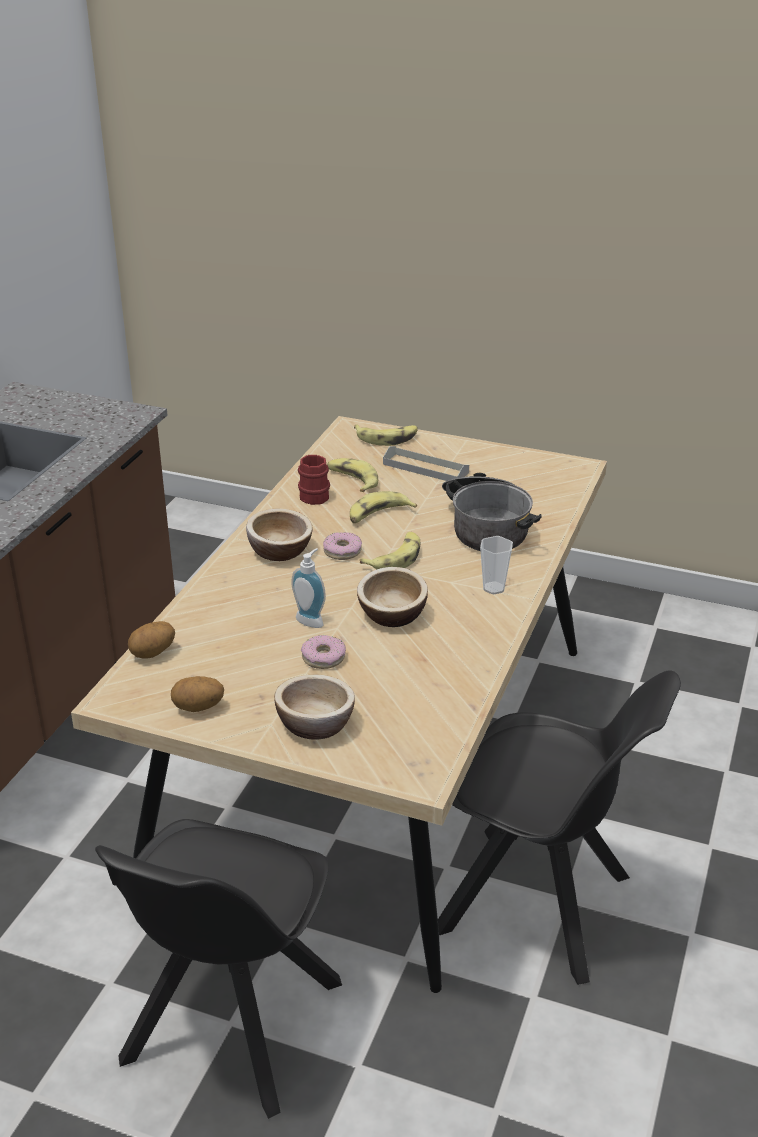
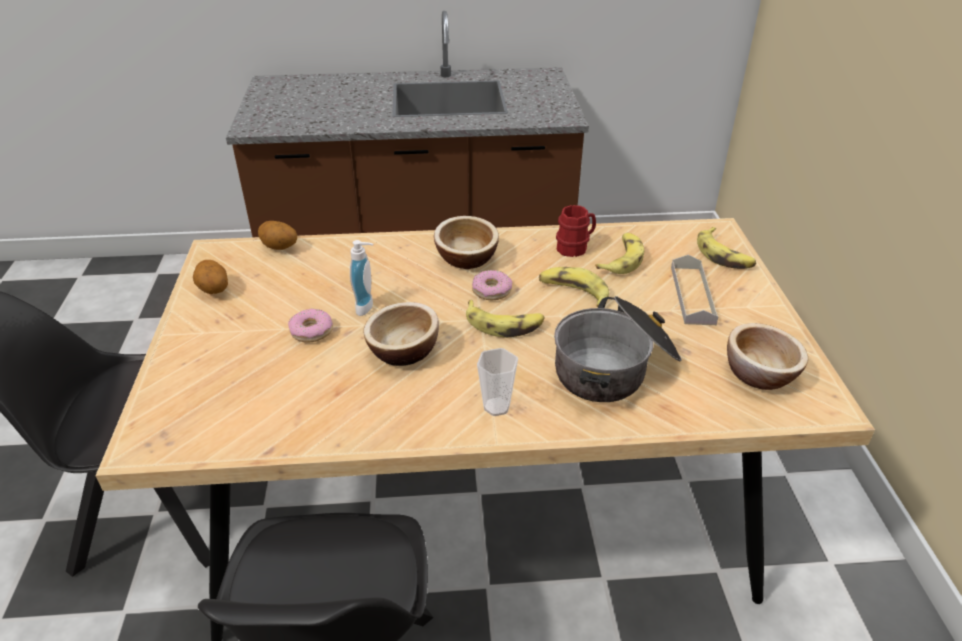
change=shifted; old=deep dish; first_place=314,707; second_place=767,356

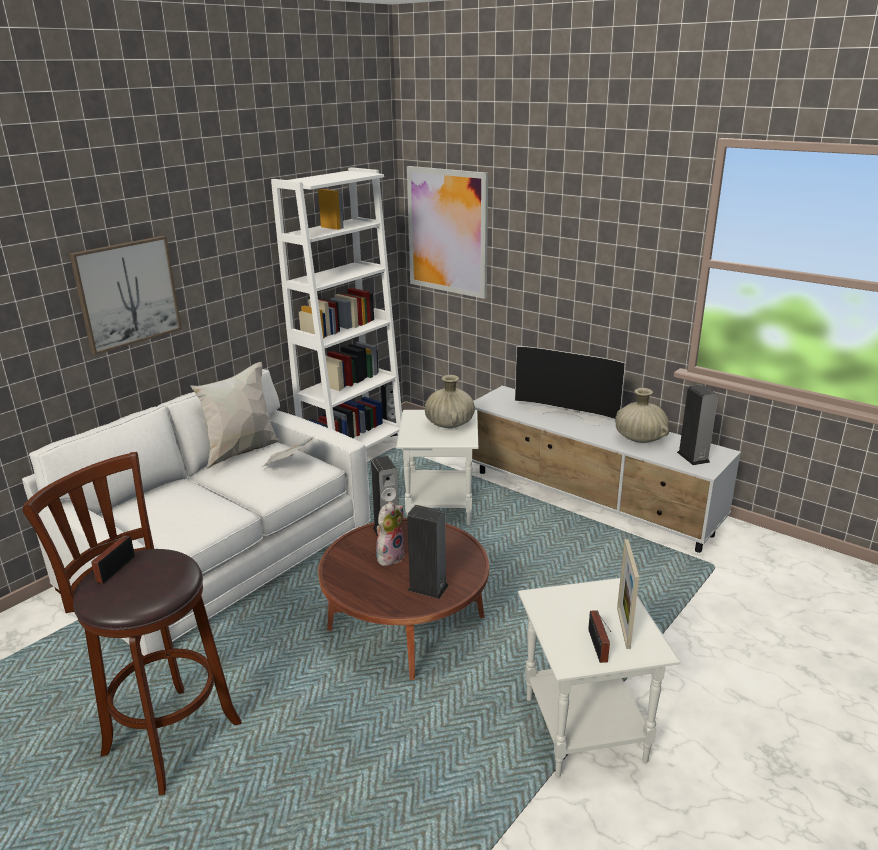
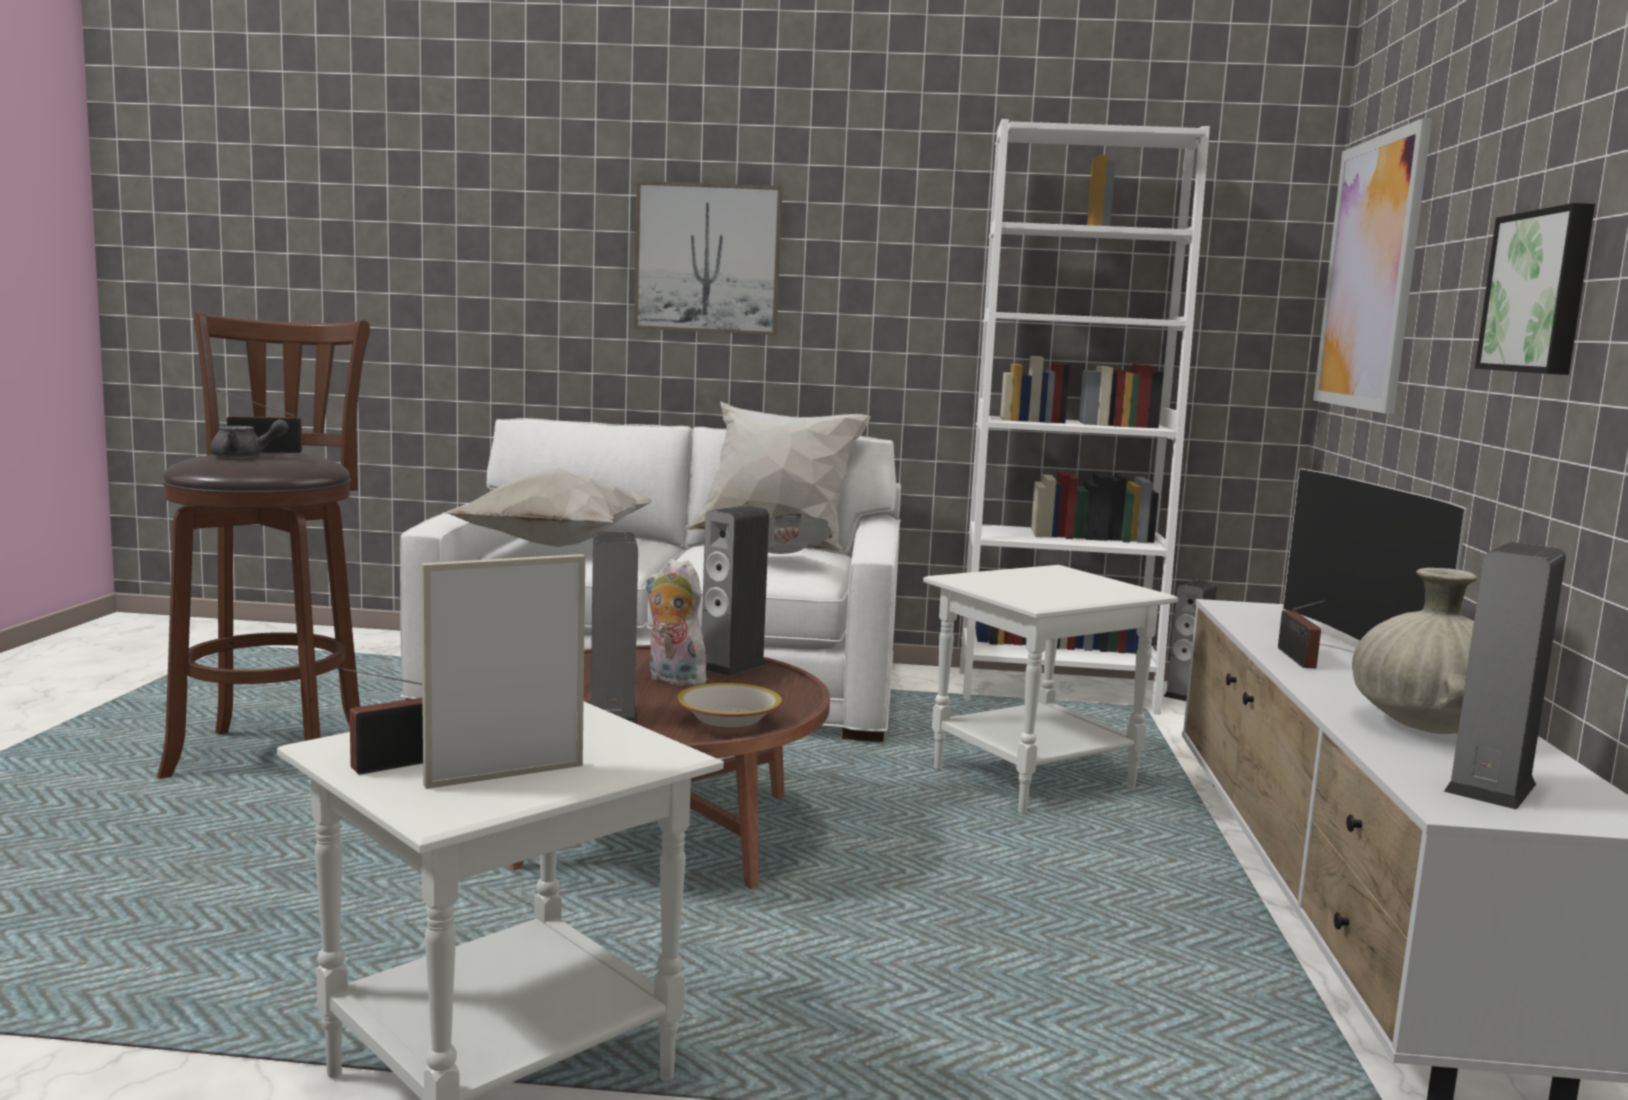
change=gone; old=vase/sand-coloured; first_place=450,401
change=new; new=pot for tea/gray; second_place=249,438
change=new; new=throw pillow/whitish; second_place=548,507
change=new; new=deep dish; second_place=729,705
change=new; new=radio set; second_place=1302,634
change=new; new=wall picture; second_place=1535,289
change=rotated; old=soft toy; first_place=390,534; second_place=675,622; degrees=-150

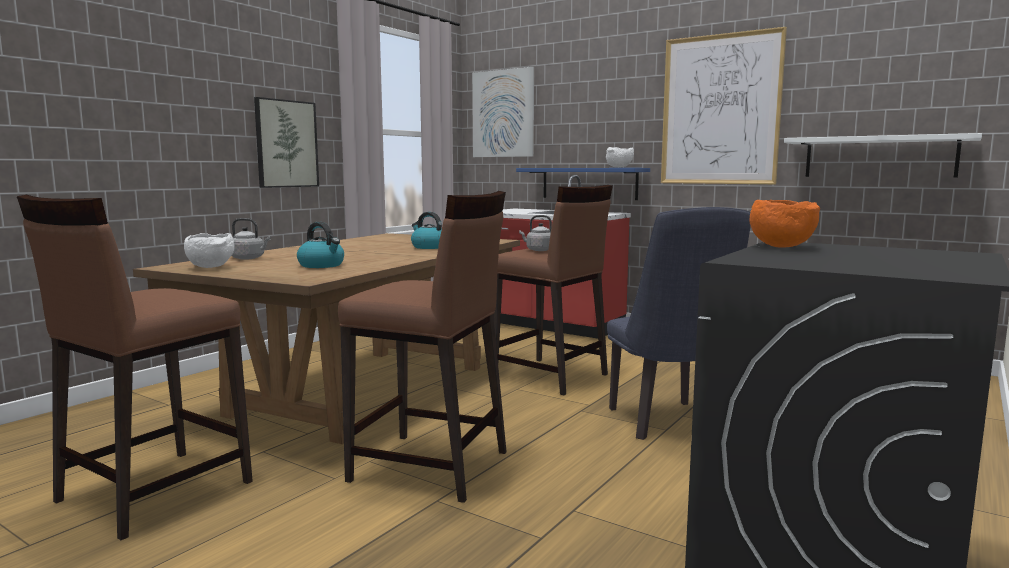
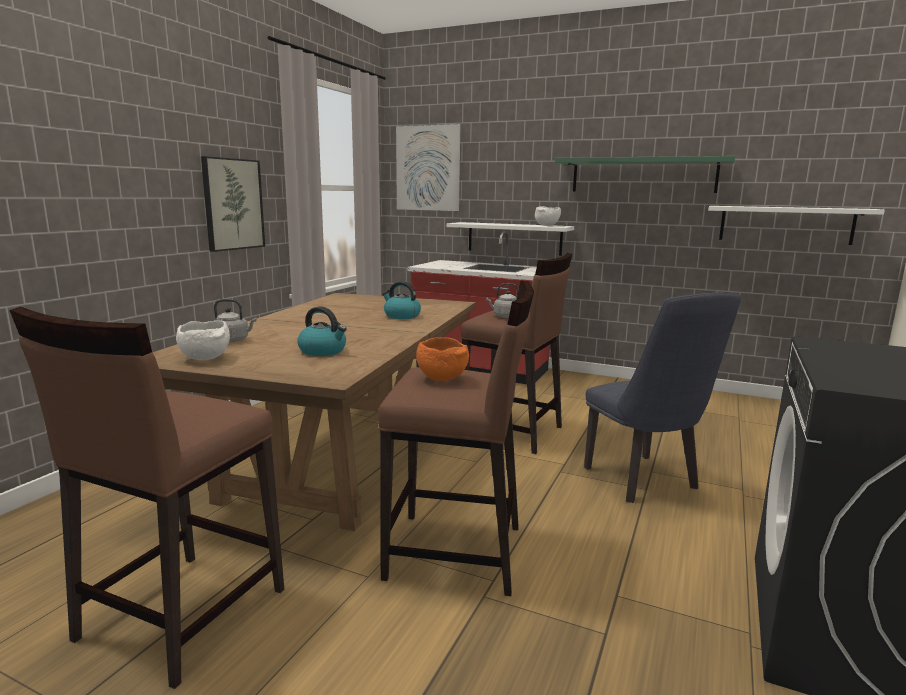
change=shifted; old=deep dish/orangey; first_place=785,224; second_place=442,359
change=swapped; old=wall picture; new=bracket shelf/greenish; first_place=724,105; second_place=645,174
change=repainted; old=bracket shelf/blue-coloured; new=bracket shelf/whitish; first_place=583,184; second_place=510,239

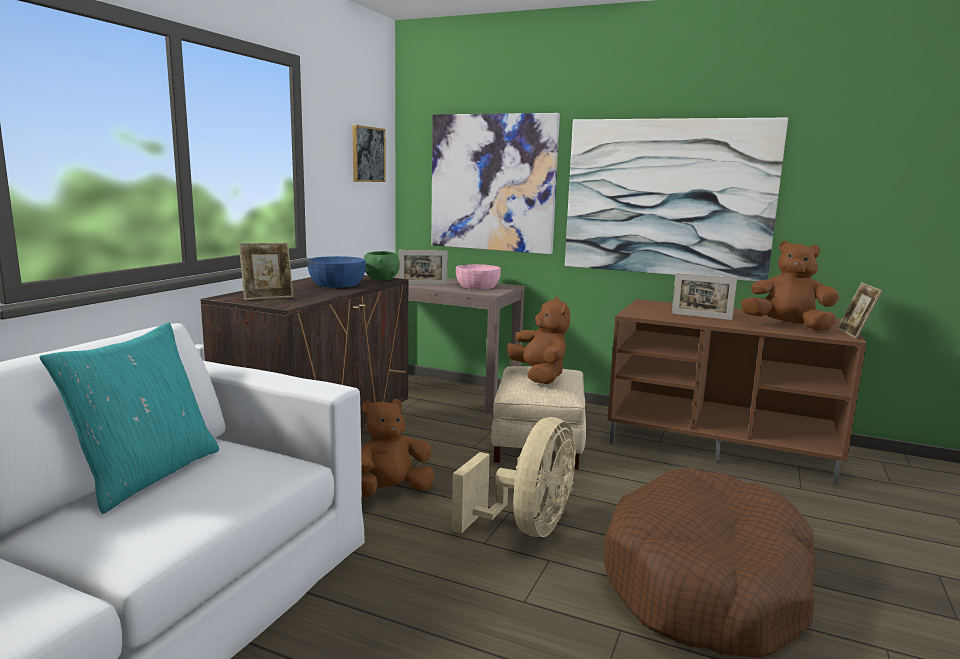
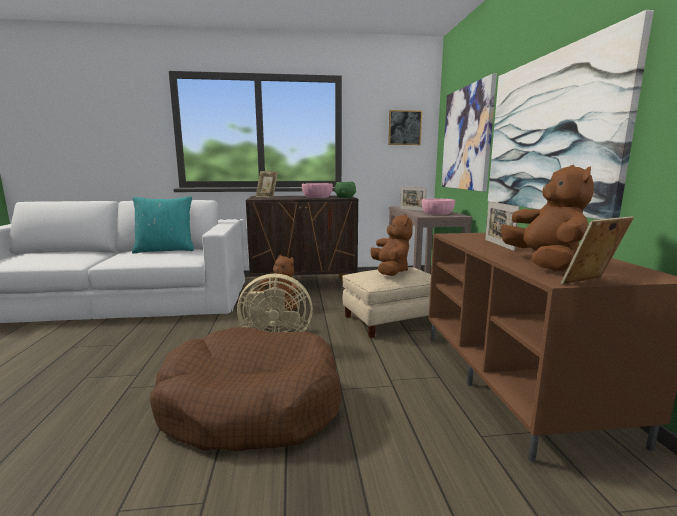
change=repainted; old=deep dish/blue-coloured; new=deep dish/pinkish; first_place=336,272; second_place=317,190
change=rotated; old=soft toy/brown; first_place=538,340; second_place=391,245; degrees=-45

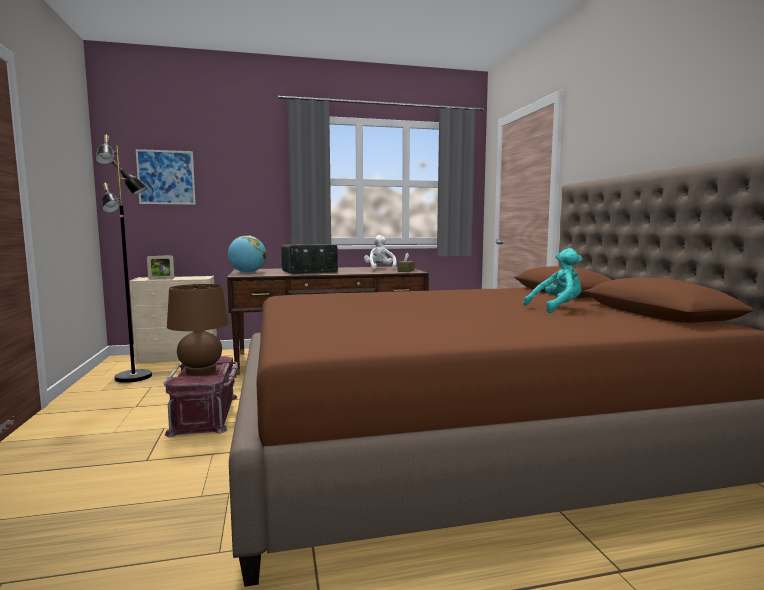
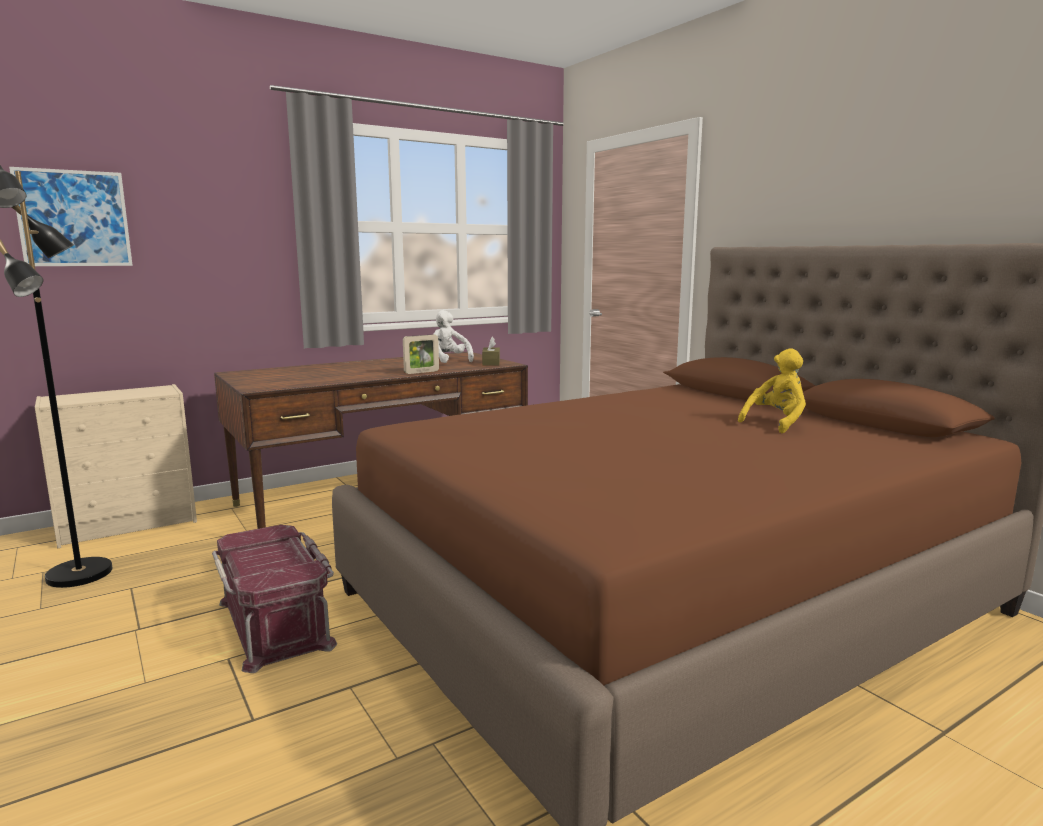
change=gone; old=table lamp/brown; first_place=198,329
change=gone; old=desk globe; first_place=247,254
change=gone; old=radio set; first_place=309,259
change=shifted; old=picture frame; first_place=161,267; second_place=421,354
change=repainted; old=soft toy/blue-green; new=soft toy/yellow; first_place=553,280; second_place=772,390

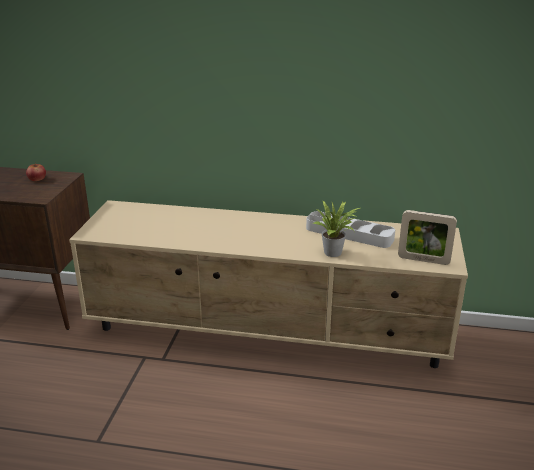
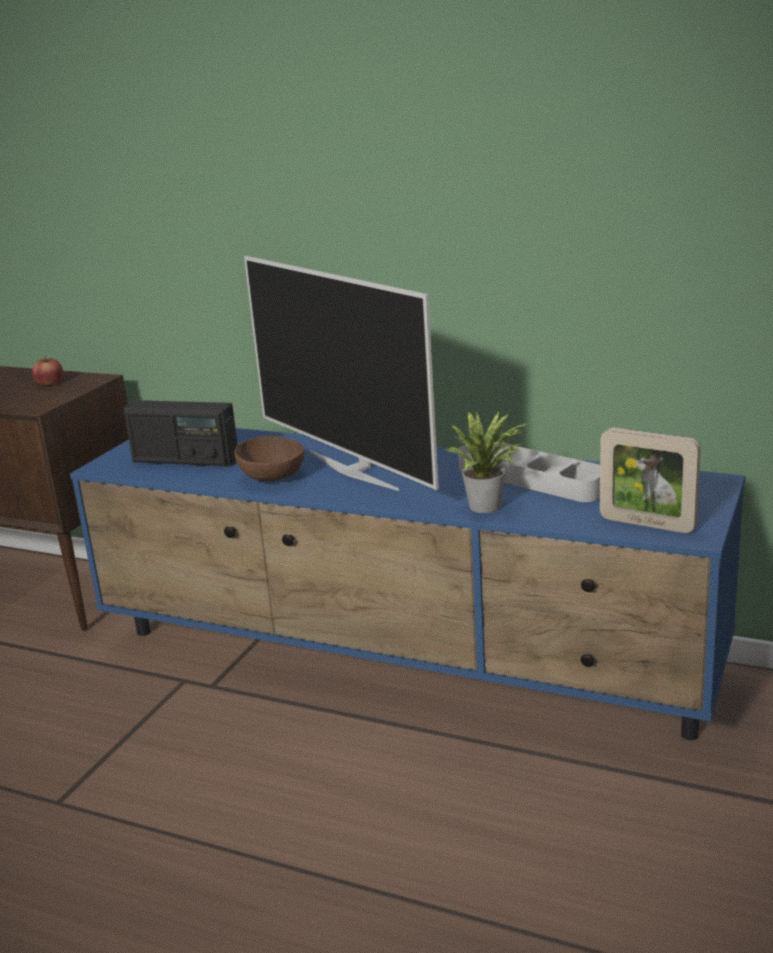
change=new; new=radio set; second_place=180,433
change=new; new=deep dish/brown; second_place=269,458
change=new; new=television; second_place=341,373
change=repainted; old=media console/sand-coloured; new=media console/blue-coloured; first_place=268,284; second_place=407,584

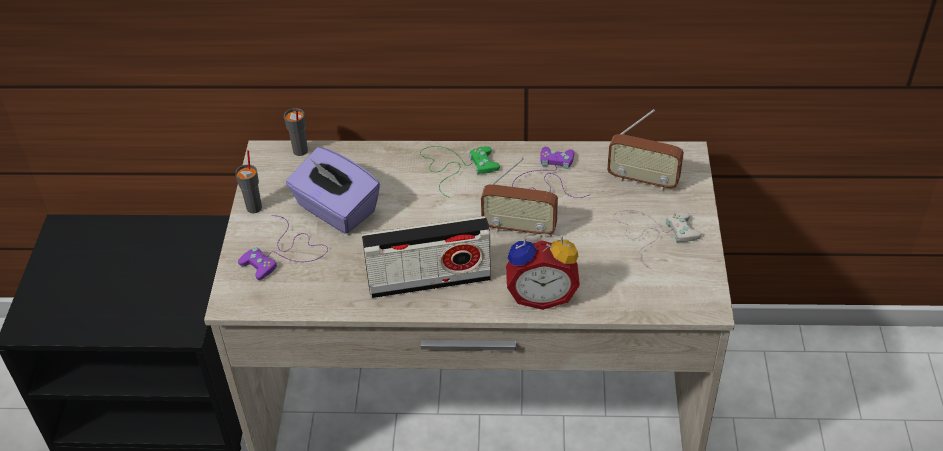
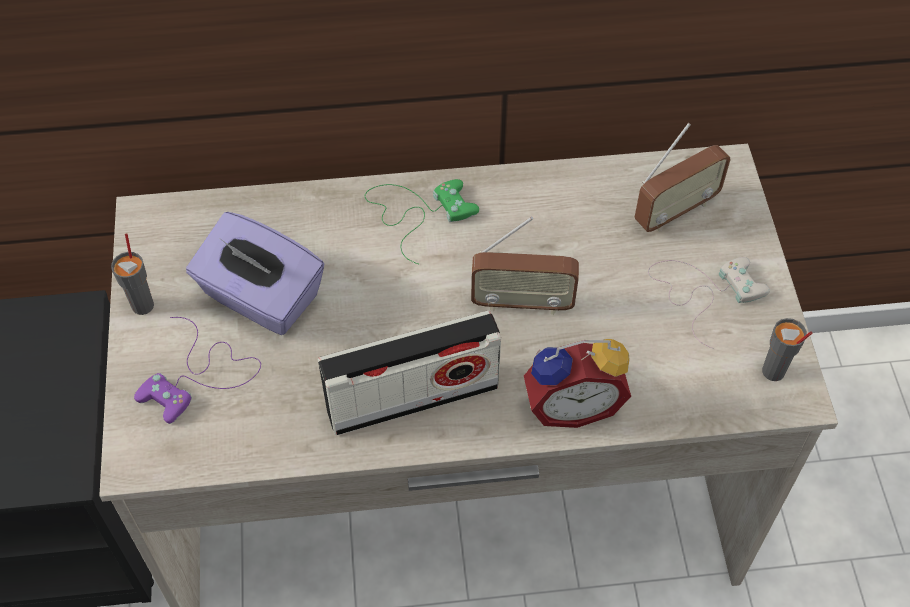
change=gone; old=game controller/purple-coloured; first_place=550,172
change=shifted; old=drinking cup/gray; first_place=296,132; second_place=787,349
change=rotated; old=radio set; first_place=645,150; second_place=682,177; degrees=-45

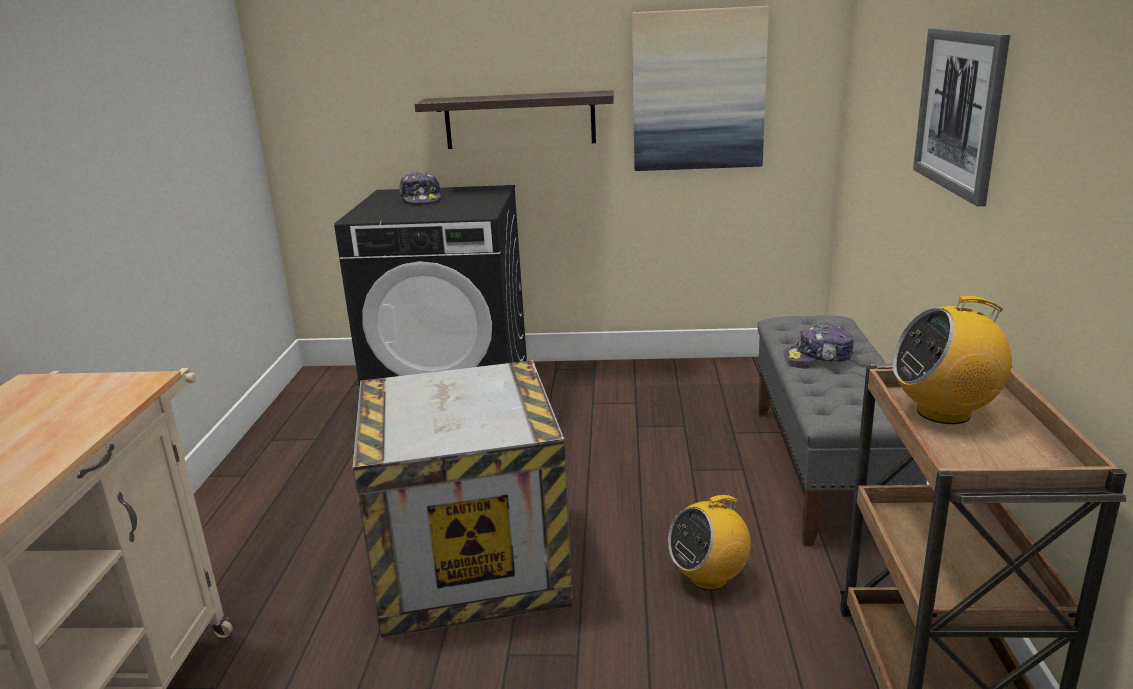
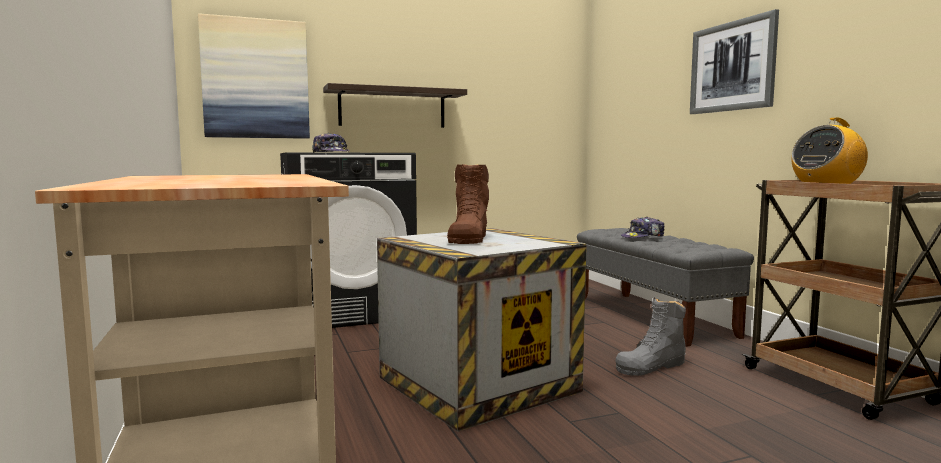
change=new; new=boot/brown; second_place=468,204
change=shifted; old=wall picture; first_place=700,88; second_place=254,76
change=swapped; old=radio set; new=boot/gray; first_place=709,541; second_place=650,336

